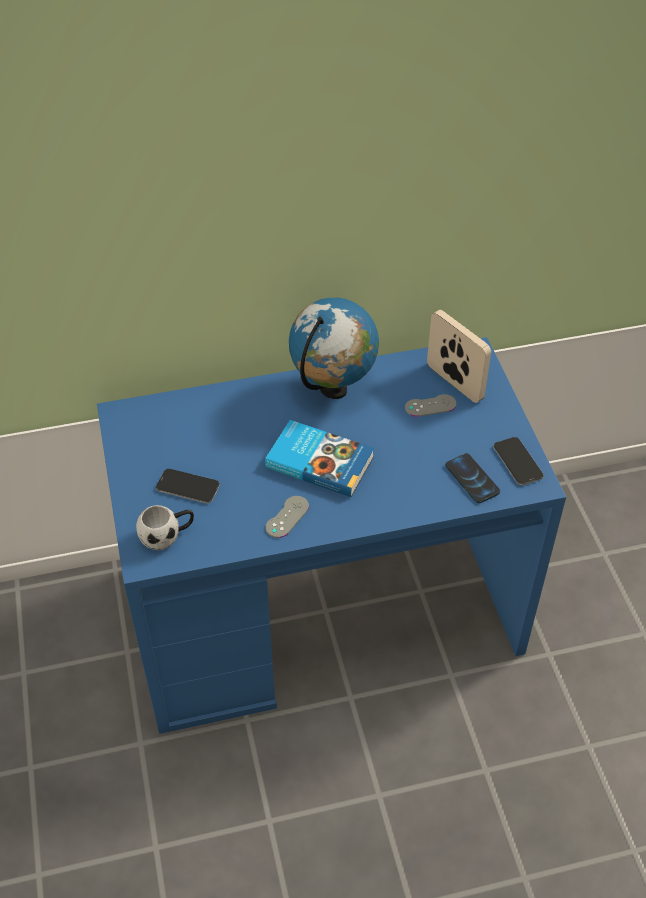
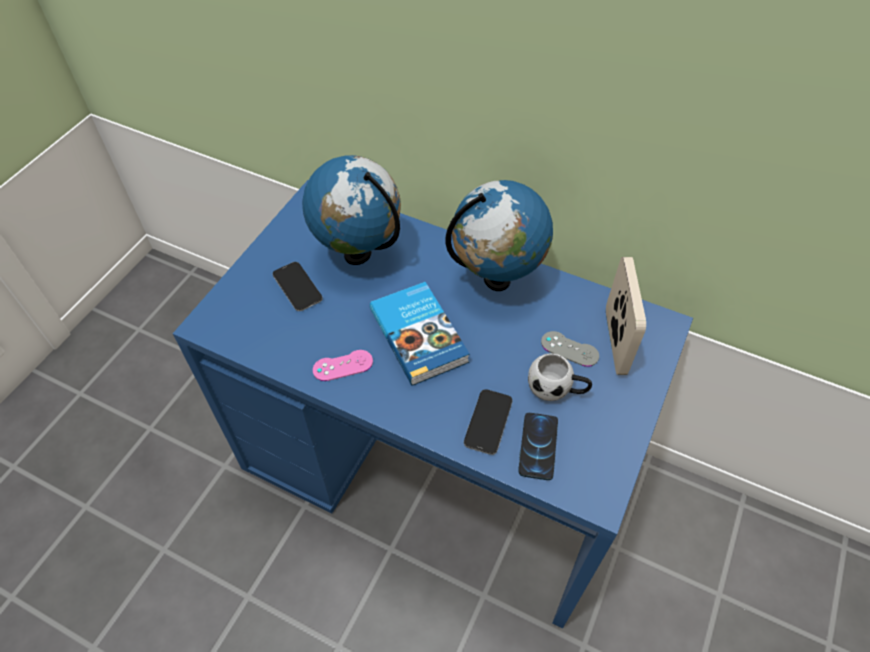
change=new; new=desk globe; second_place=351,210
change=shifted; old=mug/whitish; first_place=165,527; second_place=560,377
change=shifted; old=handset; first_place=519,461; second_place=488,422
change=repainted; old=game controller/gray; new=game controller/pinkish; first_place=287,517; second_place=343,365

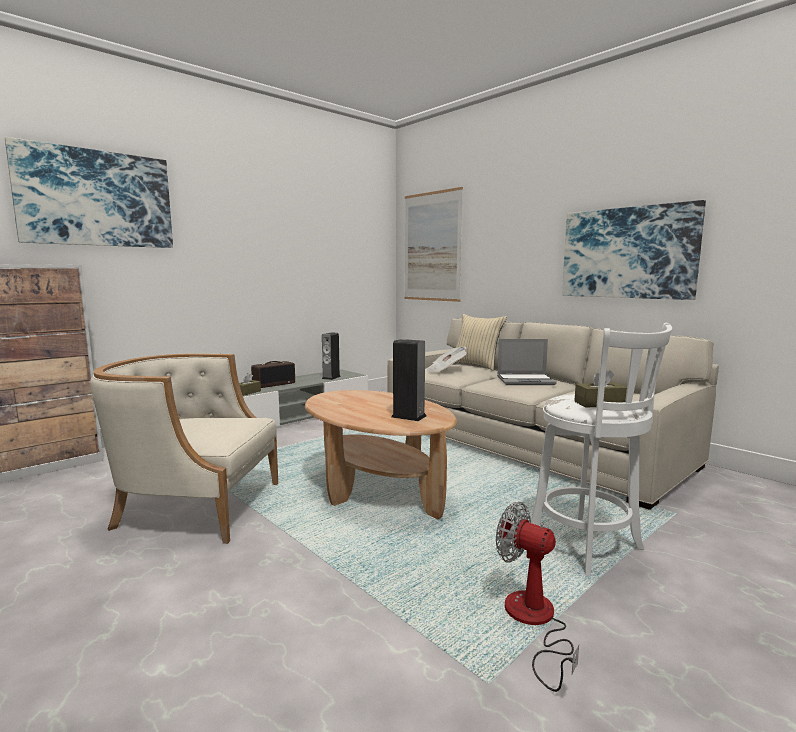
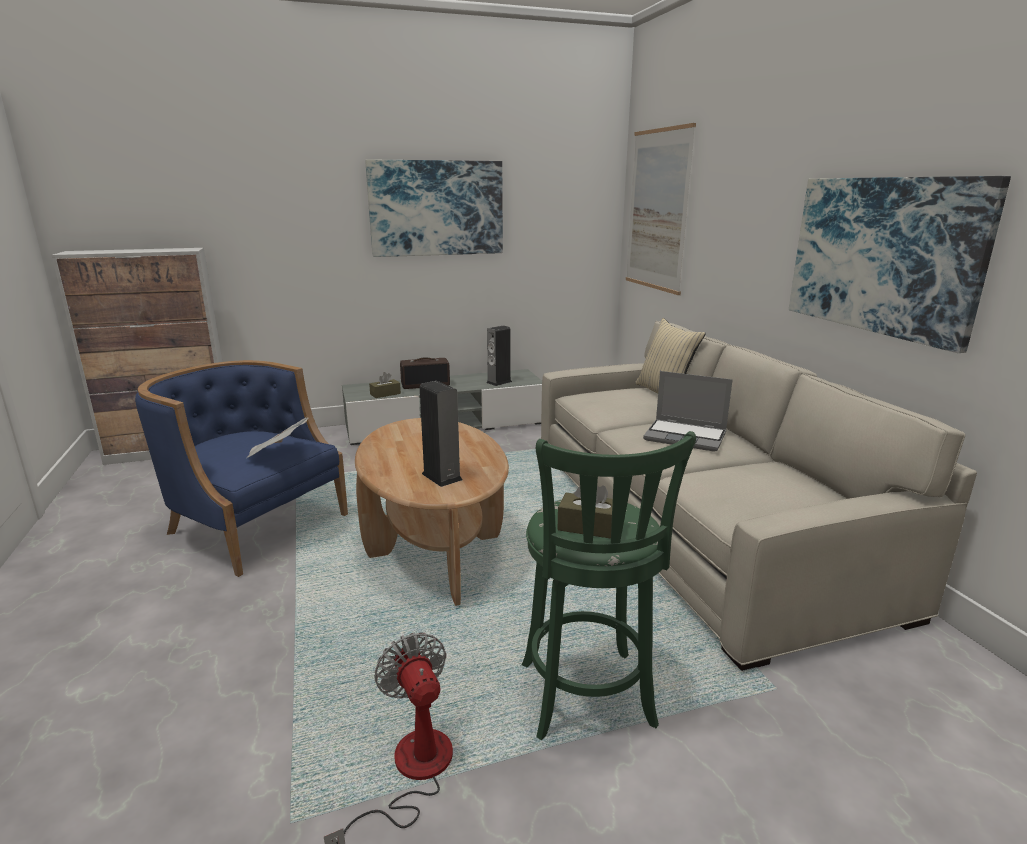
change=shifted; old=wall picture; first_place=89,192; second_place=434,208
change=shifted; old=printed paper; first_place=445,359; second_place=277,437
change=repainted; old=lounge chair/sand-coloured; new=lounge chair/blue-coloured; first_place=184,448; second_place=241,468
change=repainted; old=stool/whitish; new=stool/greenish; first_place=601,449; second_place=609,585

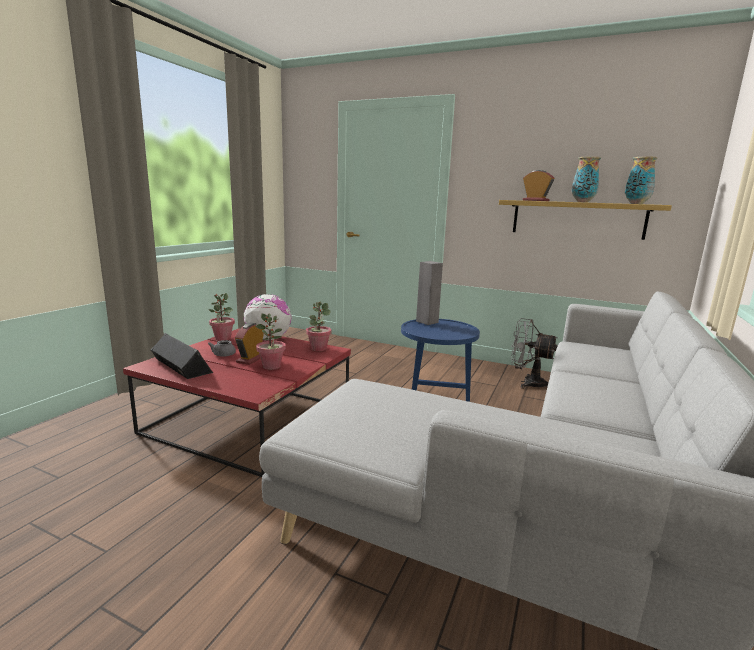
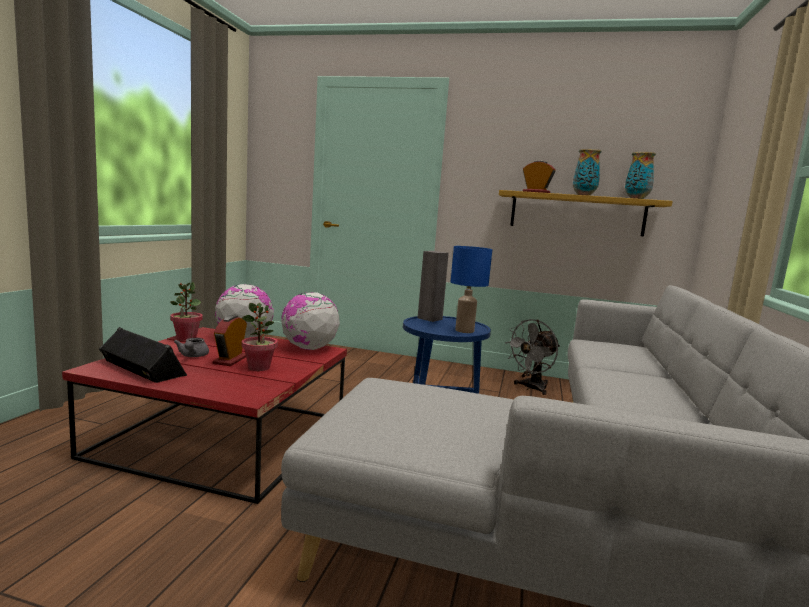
change=new; new=table lamp/blue-coloured; second_place=471,289
change=swapped; old=plant in a pot; new=desk globe; first_place=319,326; second_place=310,321
change=rotated; old=electric fan/gray; first_place=534,353; second_place=532,357; degrees=-60

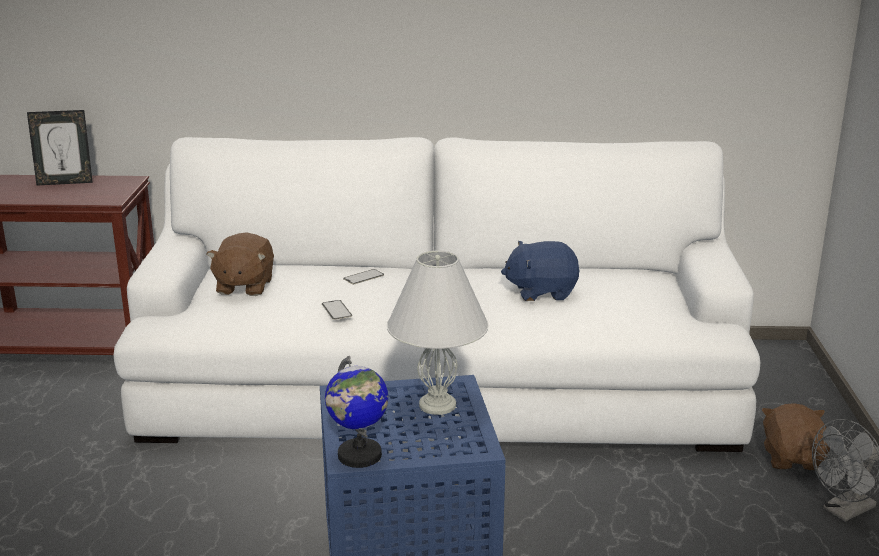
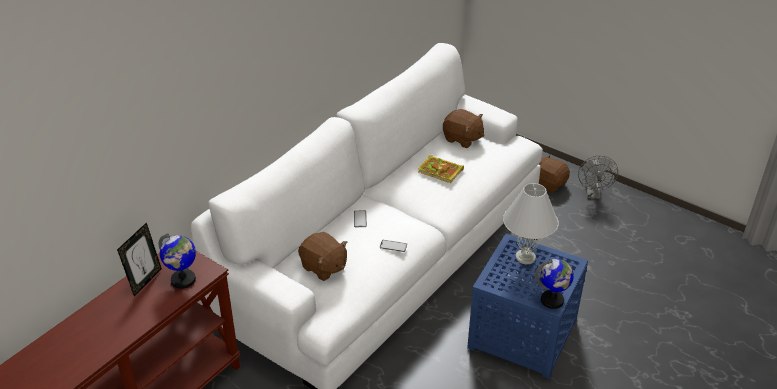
change=new; new=desk globe; second_place=177,261
change=new; new=soft toy/brown; second_place=463,128
change=swapped; old=soft toy/blue-coloured; new=book; first_place=540,271; second_place=441,169

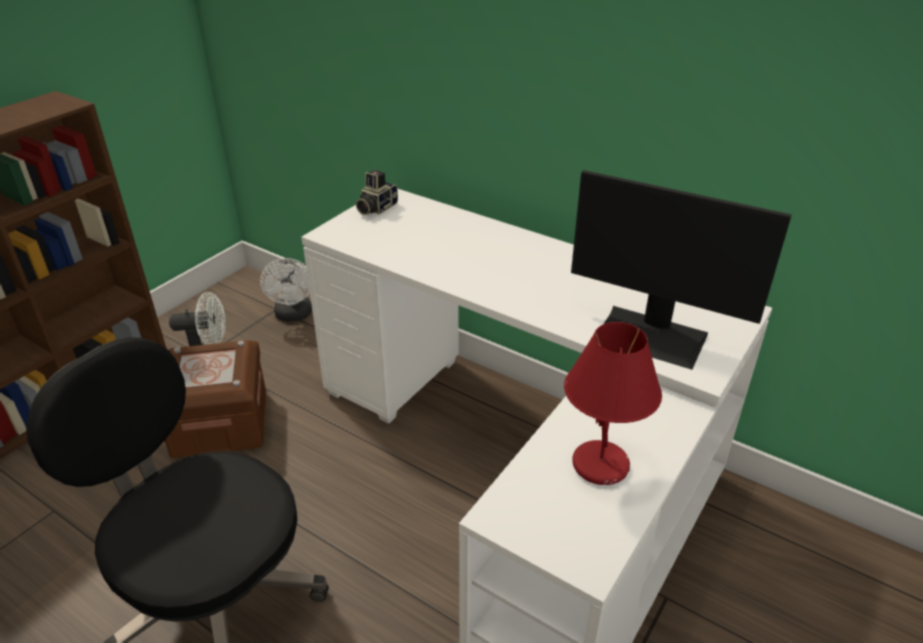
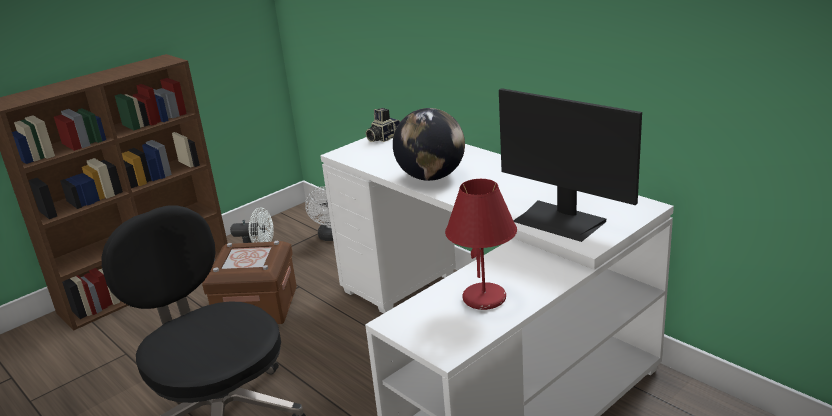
change=new; new=desk globe; second_place=429,144

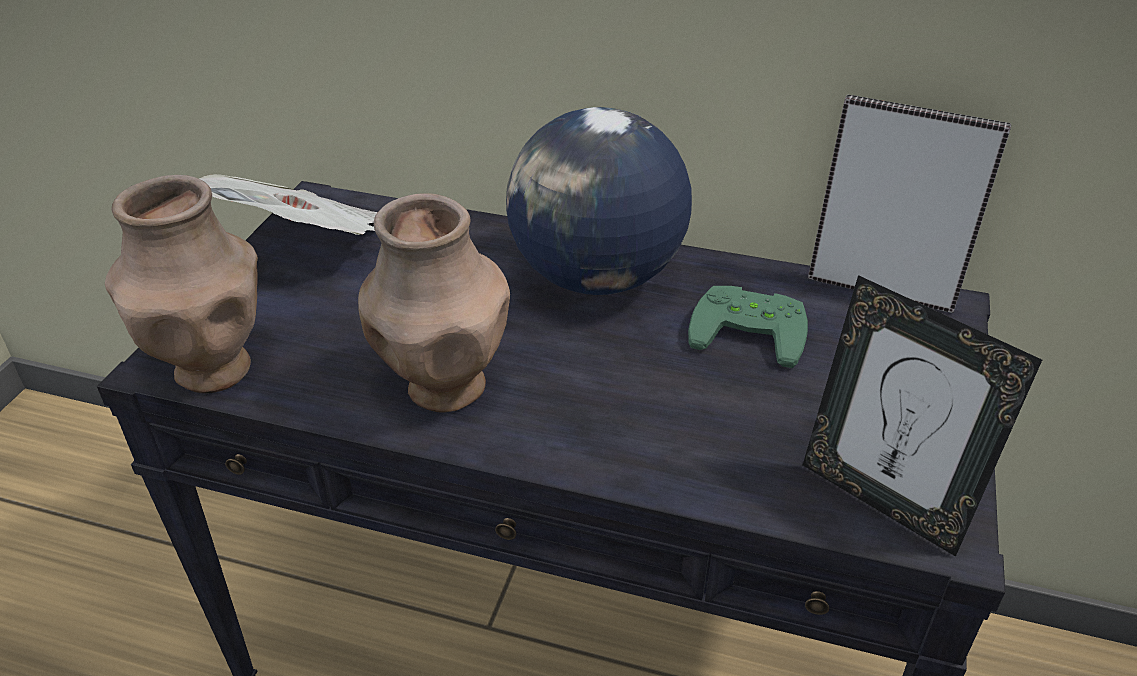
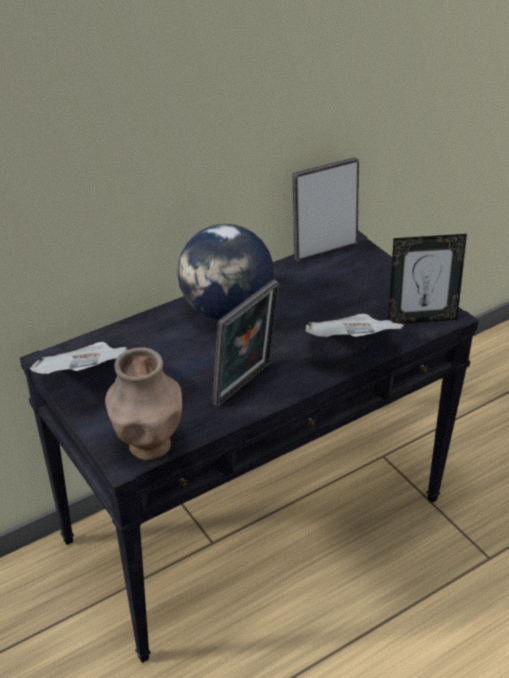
change=gone; old=game controller/greenish; first_place=748,327
change=new; new=printed paper; second_place=355,325
change=swapped; old=vase/brown; new=picture frame; first_place=434,303; second_place=246,343

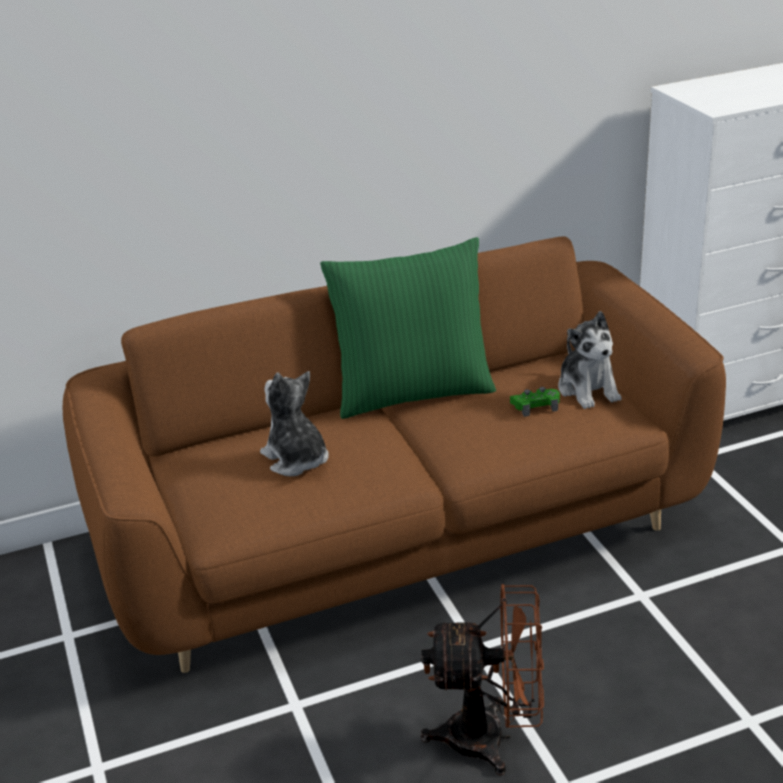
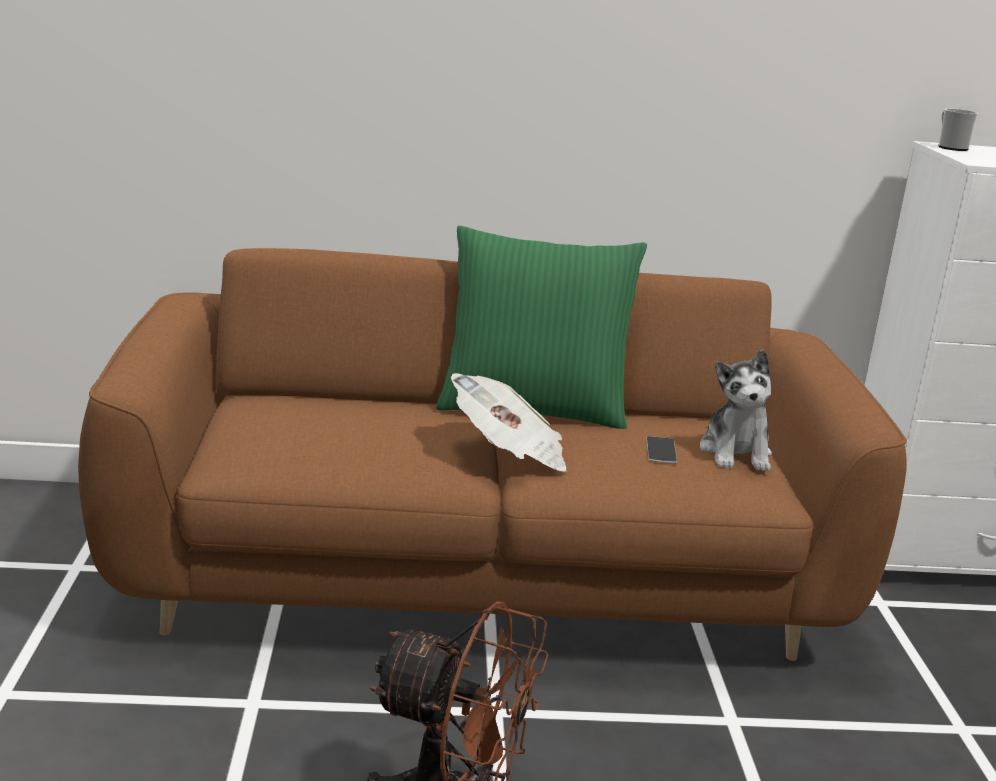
change=gone; old=soft toy; first_place=294,423
change=new; new=printed paper; second_place=508,422
change=new; new=mug; second_place=958,130
change=swapped; old=game controller/greenish; new=handset; first_place=535,402; second_place=661,450

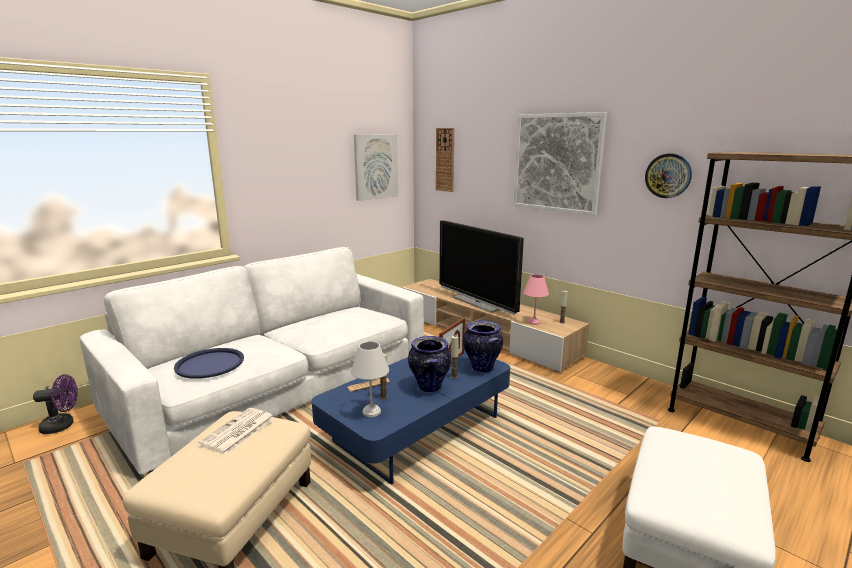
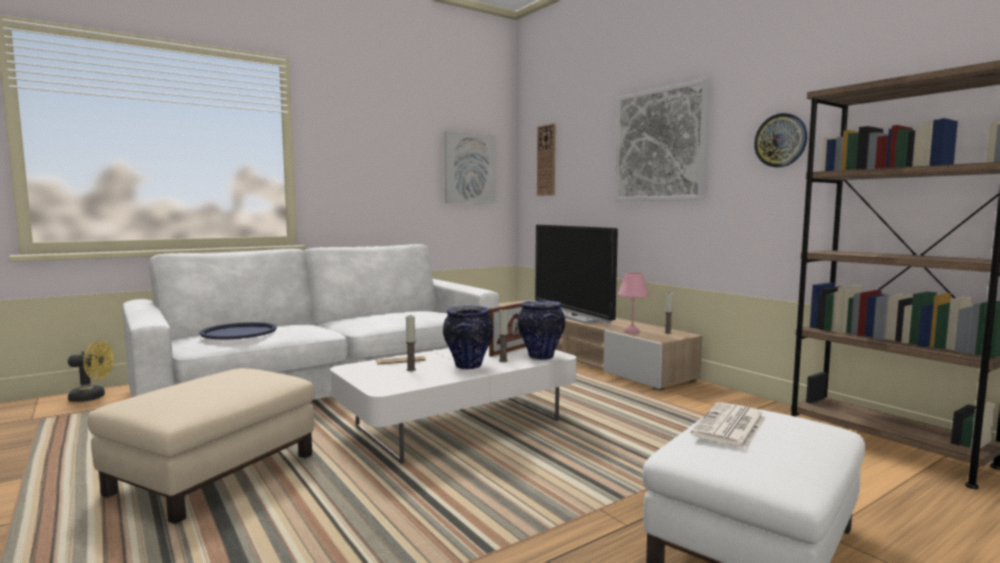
change=gone; old=table lamp/whitish; first_place=370,379
change=shifted; old=printed paper; first_place=237,431; second_place=728,425
change=repainted; old=electric fan/purple-coloured; new=electric fan/yellow; first_place=55,404; second_place=91,371
change=repainted; old=lounge table/blue-coloured; new=lounge table/whitish; first_place=411,417; second_place=453,405

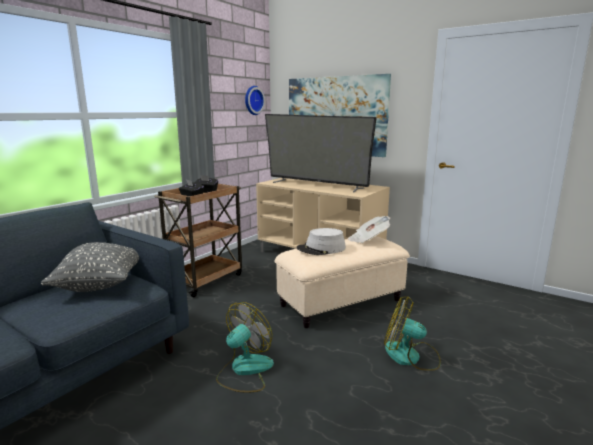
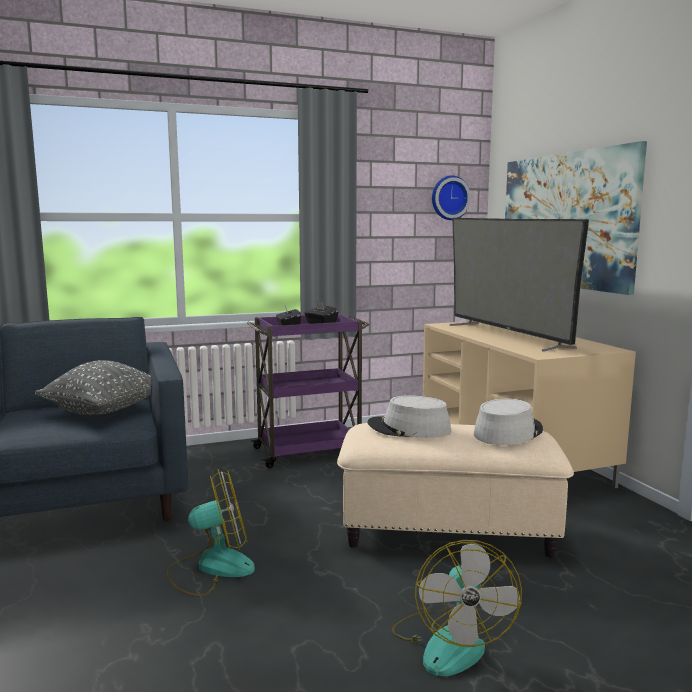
change=swapped; old=printed paper; new=clothing hat/gray; first_place=369,229; second_place=508,422
change=repainted; old=wheeled cart/brown; new=wheeled cart/purple-coloured; first_place=198,240; second_place=308,390
change=rotated; old=electric fan; first_place=412,334; second_place=457,608; degrees=-150

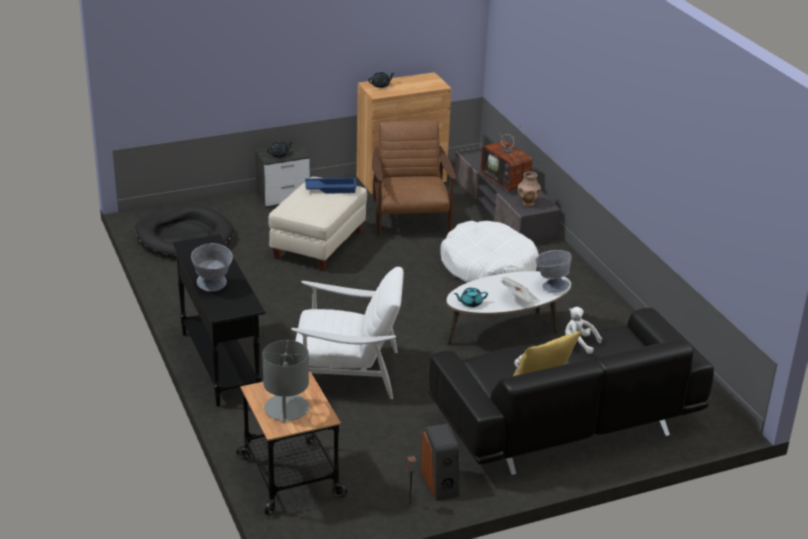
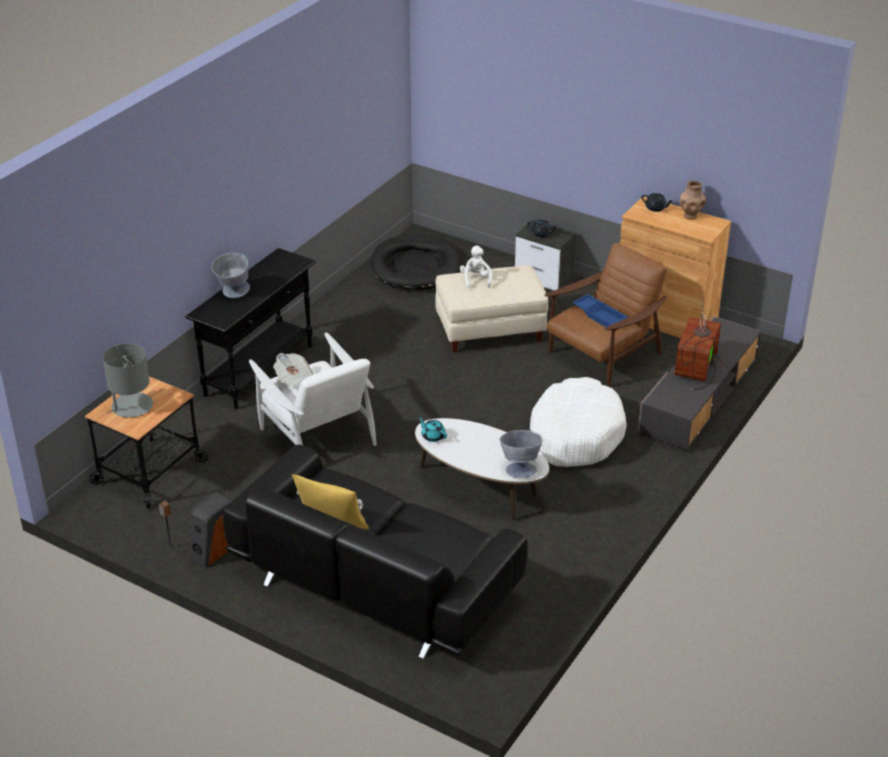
change=shifted; old=tray/blue-coloured; first_place=331,186; second_place=600,310
change=shifted; old=printed paper; first_place=520,289; second_place=293,371
change=shifted; old=vase/brown; first_place=529,189; second_place=693,200
change=shifted; old=soft toy/whitish; first_place=583,330; second_place=476,267

